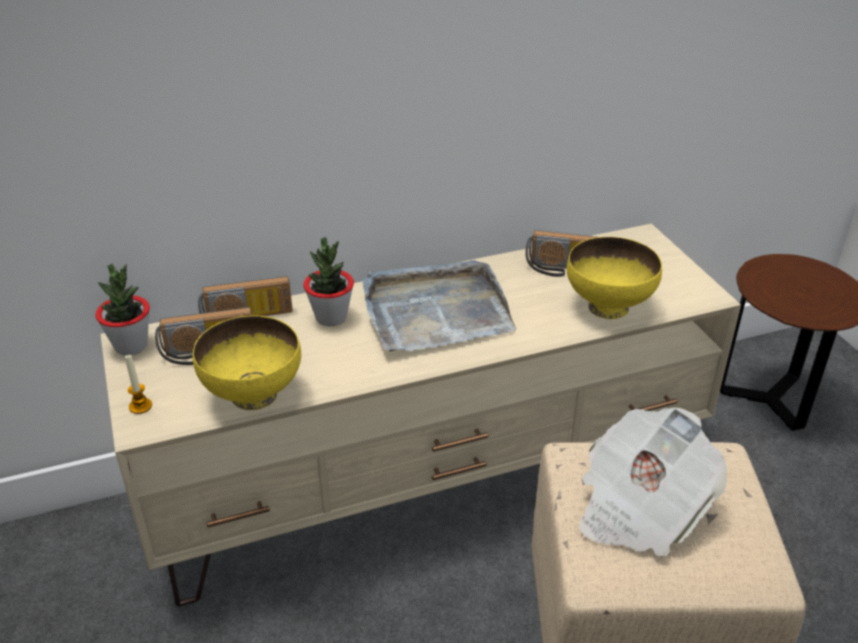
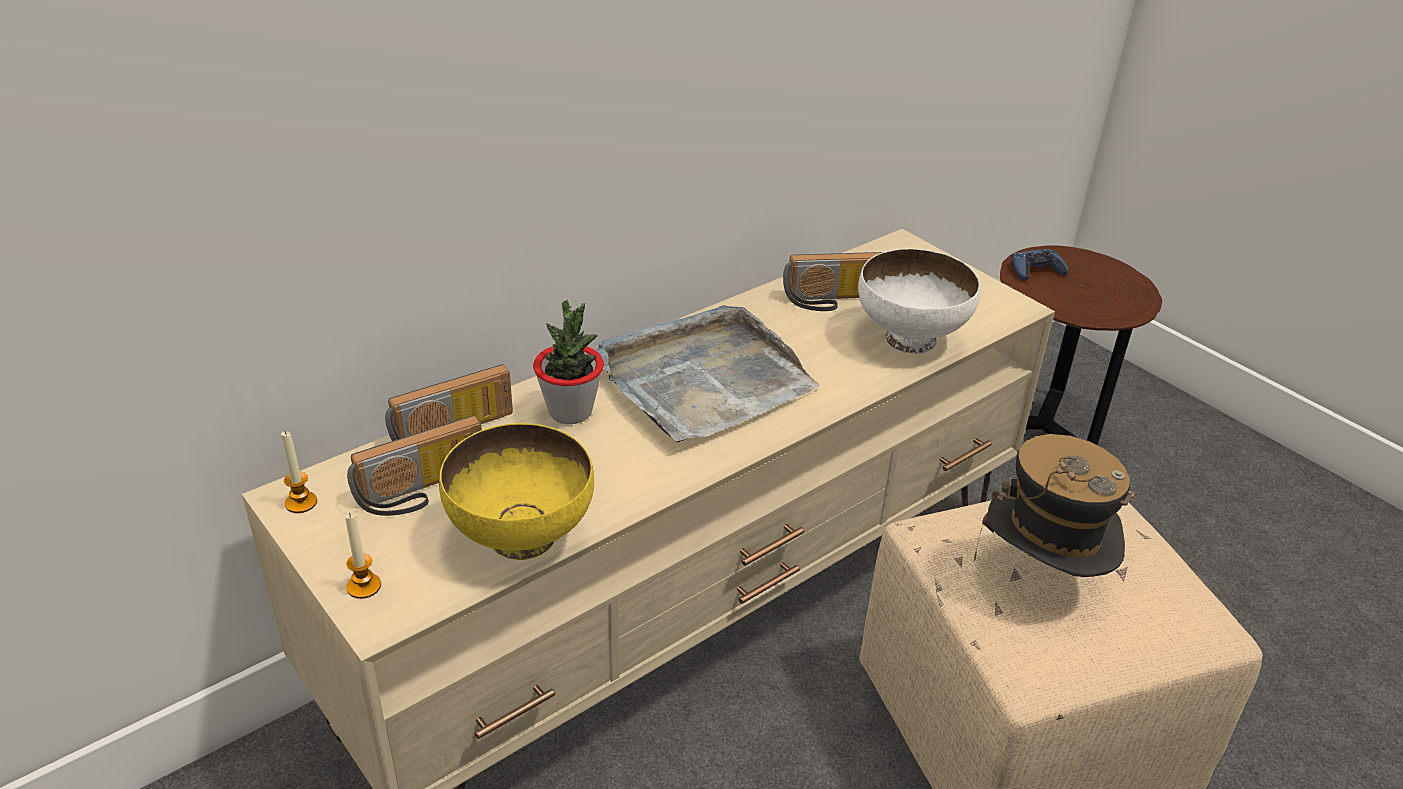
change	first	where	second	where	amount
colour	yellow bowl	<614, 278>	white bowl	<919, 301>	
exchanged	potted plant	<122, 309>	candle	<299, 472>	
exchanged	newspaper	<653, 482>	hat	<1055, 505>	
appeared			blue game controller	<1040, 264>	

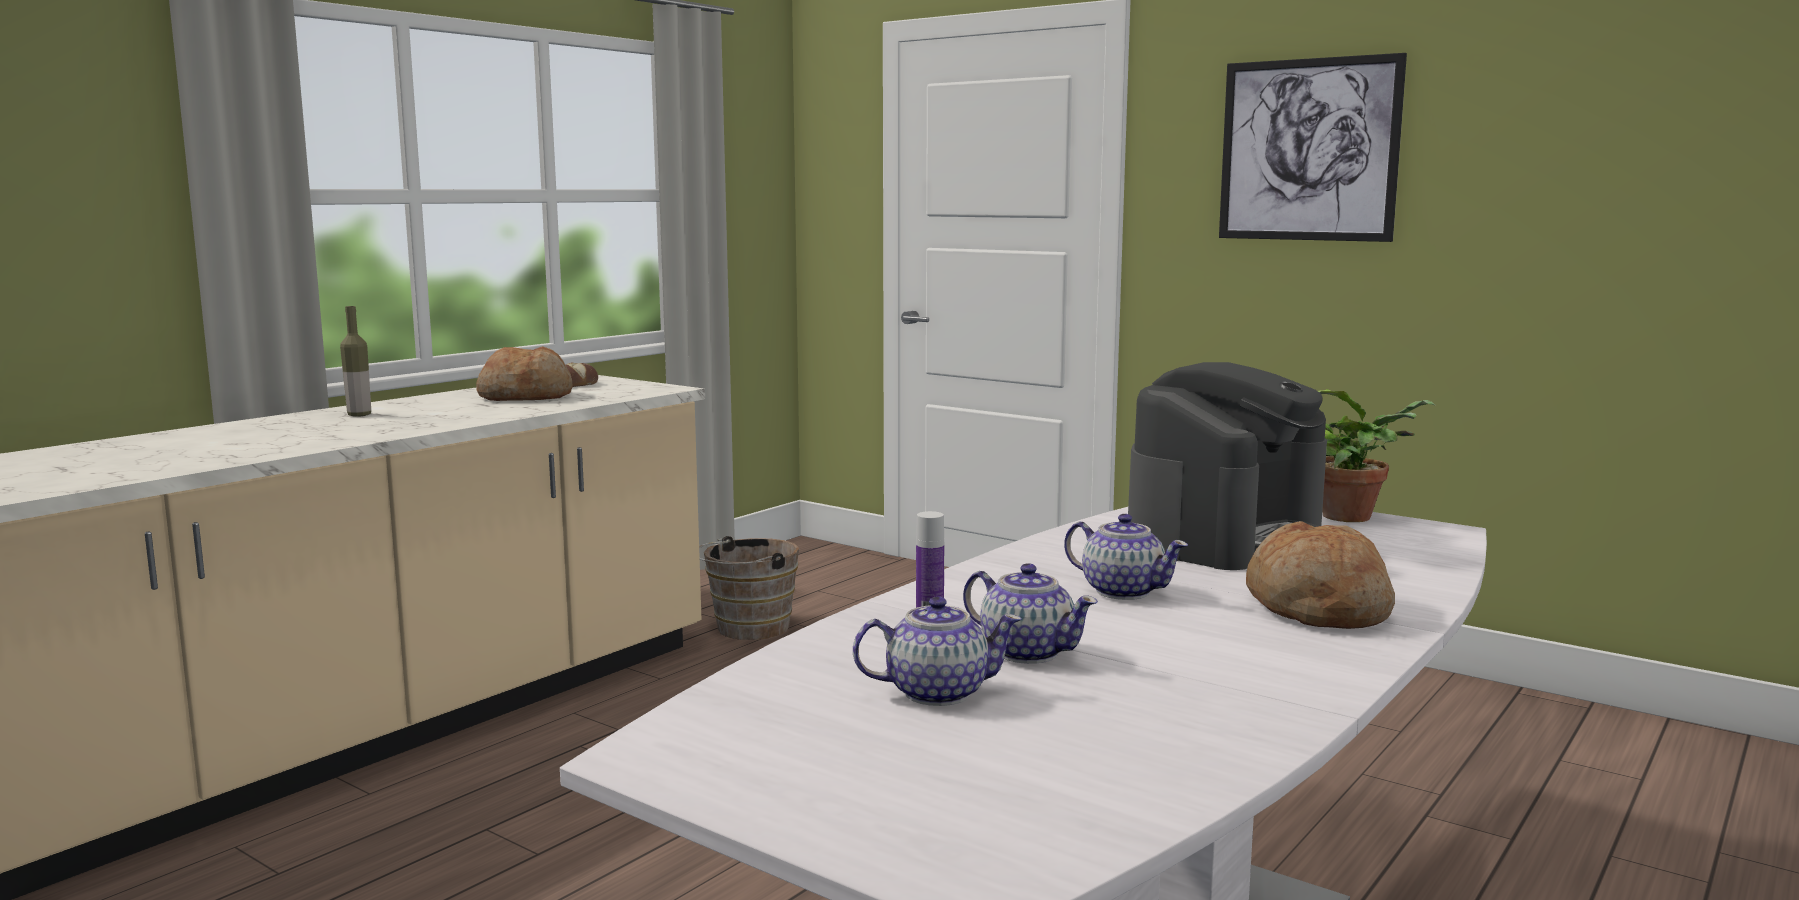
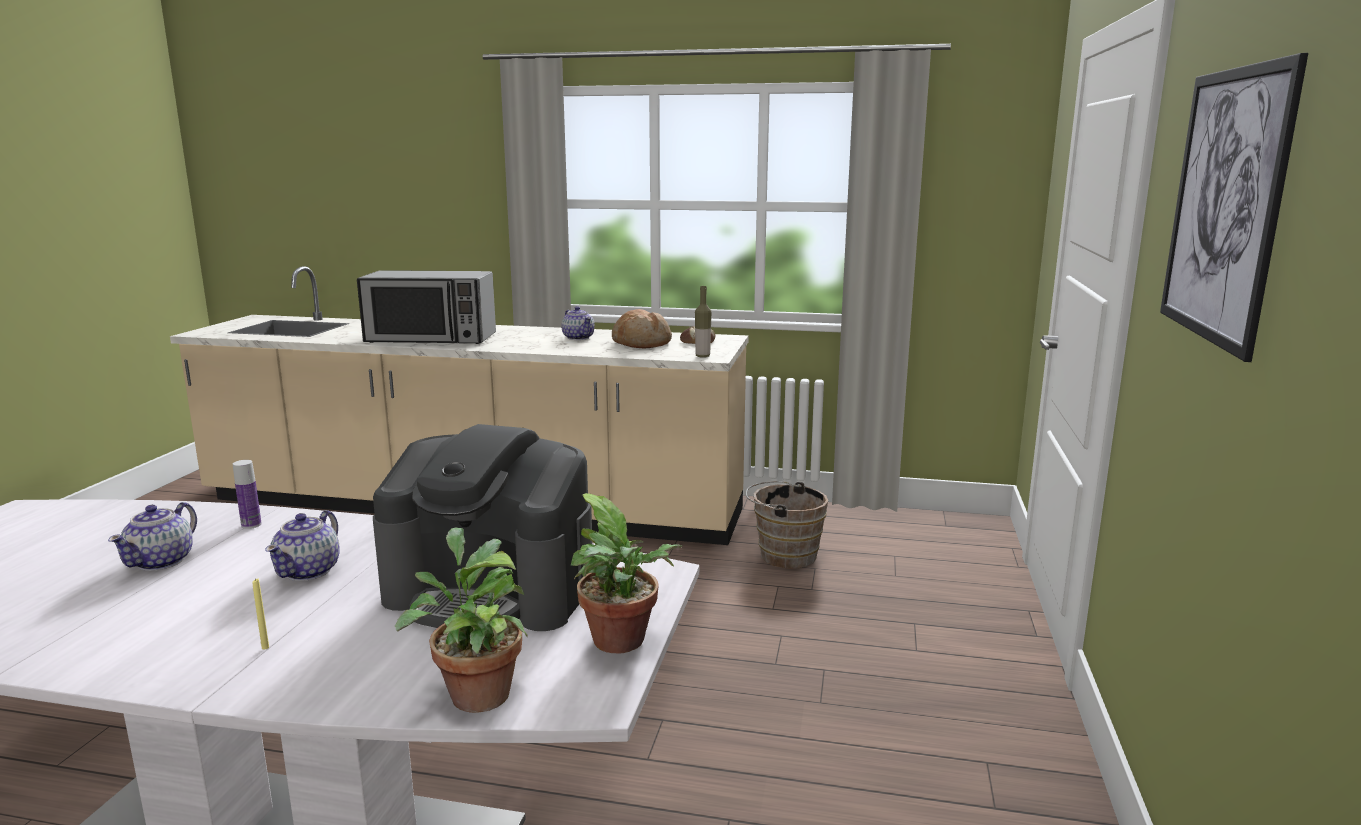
change	first	where	second	where	amount
relocated	bottle	<355, 361>		<703, 322>	
exchanged	bread	<1320, 575>	yellow candle	<260, 614>	
relocated	teapot	<937, 651>		<578, 323>	
appeared			microwave	<426, 307>	
appeared			potted plant	<461, 620>	

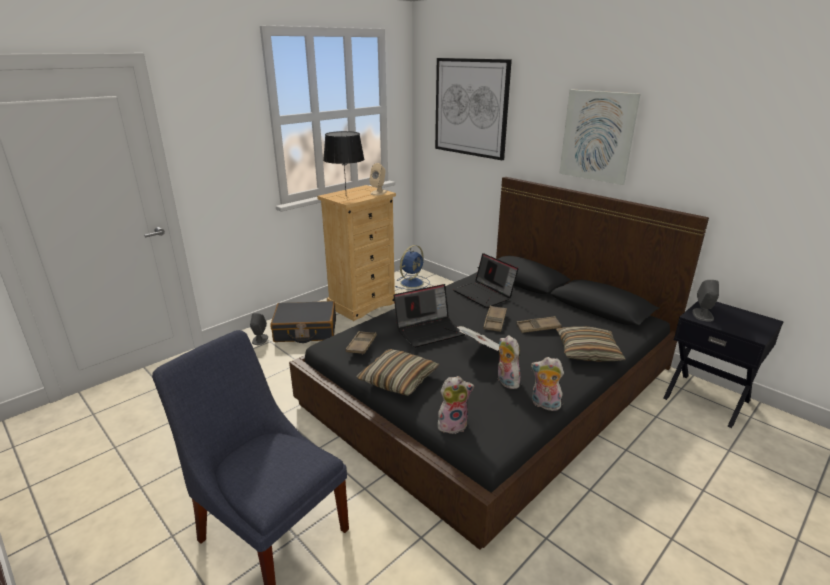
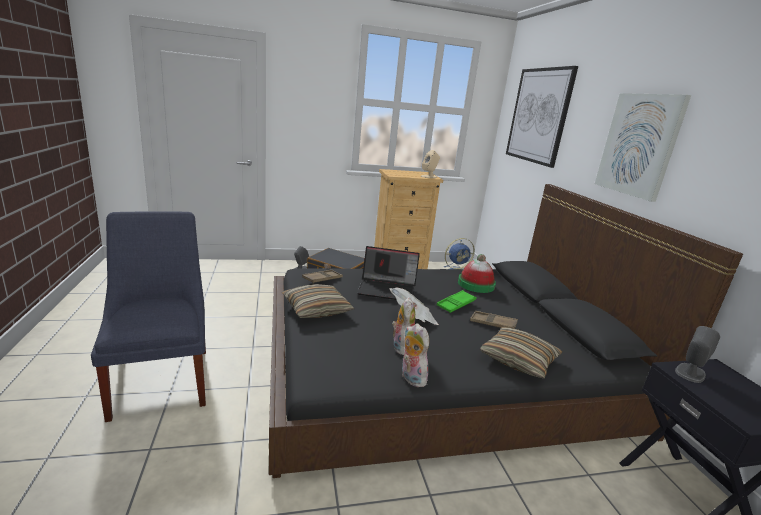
change	first	where	second	where	amount
missing	black table lamp	<344, 160>			
exchanged	laptop	<485, 280>	hat	<477, 273>	
colour	brown tray	<495, 319>	green tray	<457, 301>	
missing	plush toy	<456, 405>			

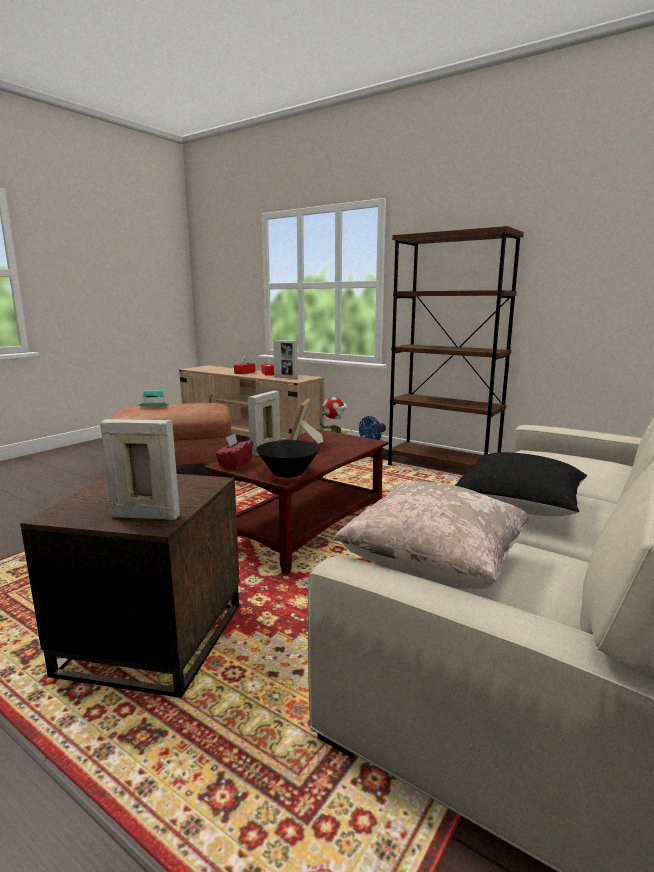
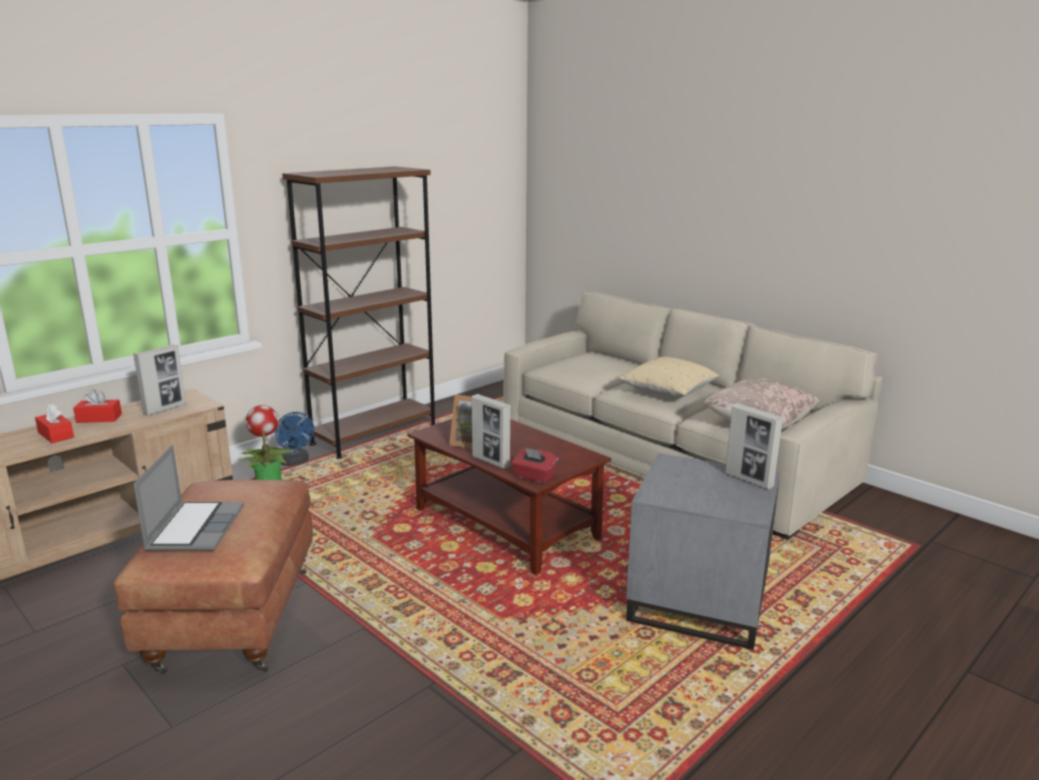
change	first	where	second	where	amount
exchanged	turquoise hat	<154, 398>	laptop	<189, 497>	
spun	picture frame	<140, 469>		<754, 446>	60 degrees counterclockwise
missing	black bowl	<288, 459>			
colour	black pillow	<521, 484>	beige pillow	<669, 377>	
colour	brown side table	<130, 586>	grey side table	<703, 551>	

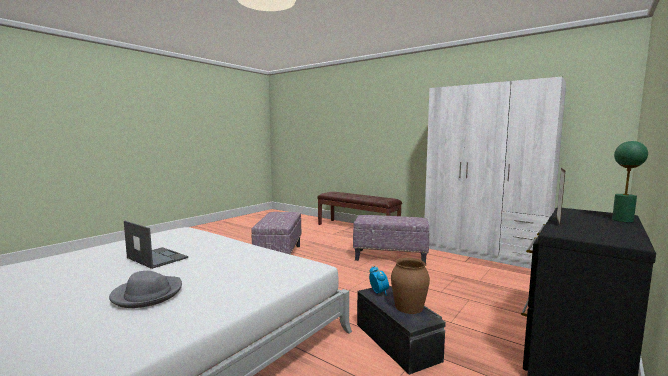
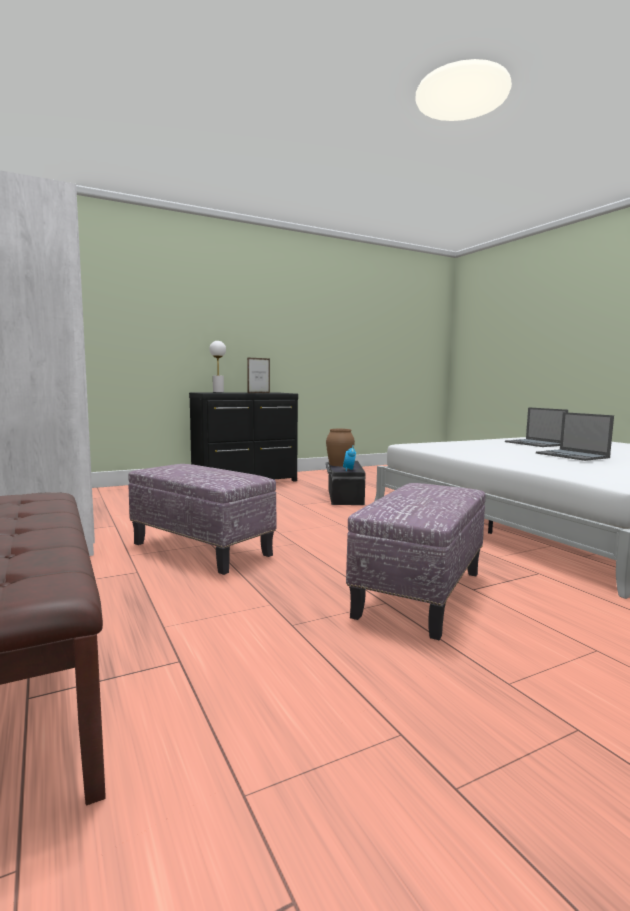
change	first	where	second	where	amount
colour	green table lamp	<630, 182>	white table lamp	<217, 367>	
exchanged	grey hat	<145, 289>	laptop	<536, 427>	

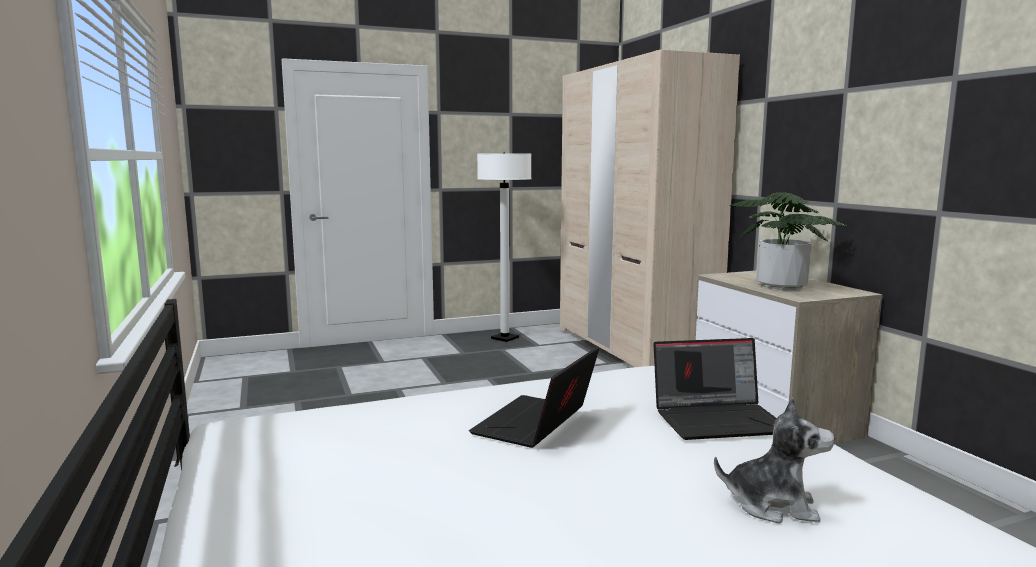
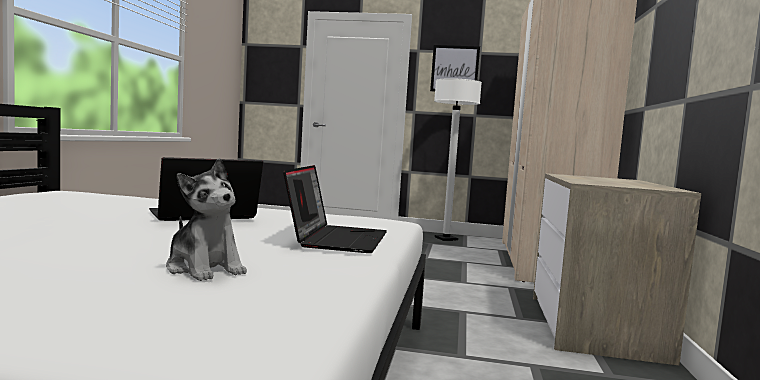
change	first	where	second	where	amount
missing	potted plant	<788, 241>			
spun	laptop	<715, 389>		<335, 209>	105 degrees counterclockwise
appeared			picture	<455, 68>	

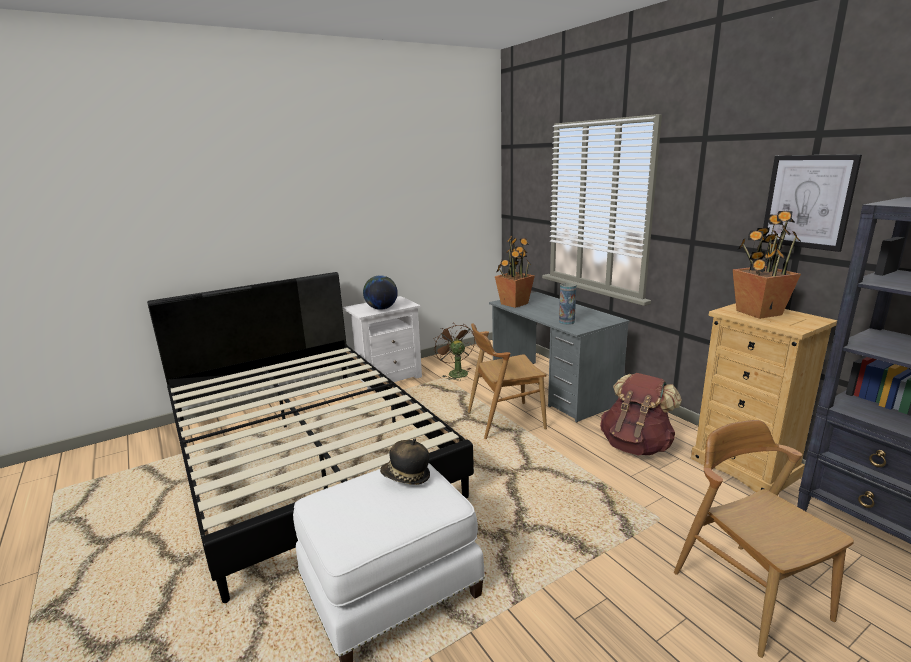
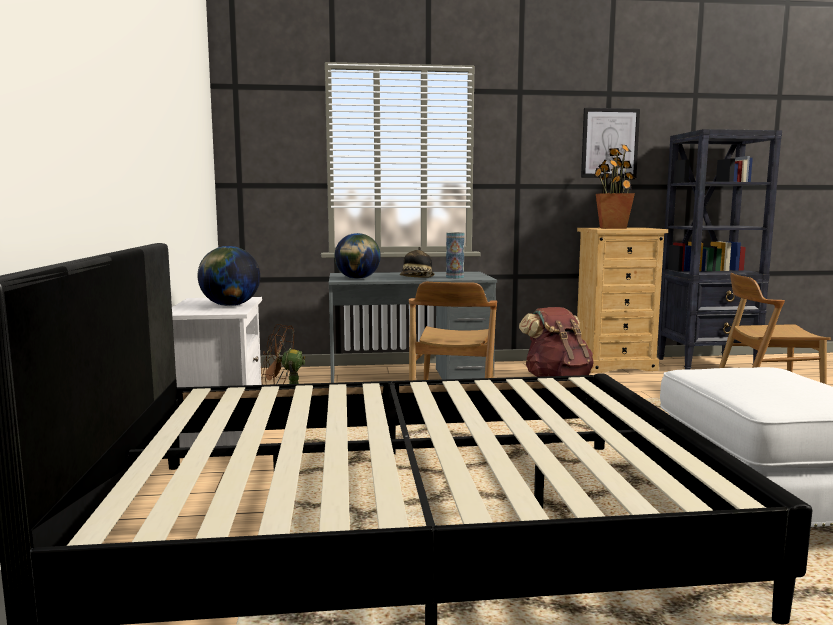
change	first	where	second	where	amount
exchanged	potted plant	<515, 272>	globe	<357, 256>	
relocated	hat	<405, 462>		<417, 262>	

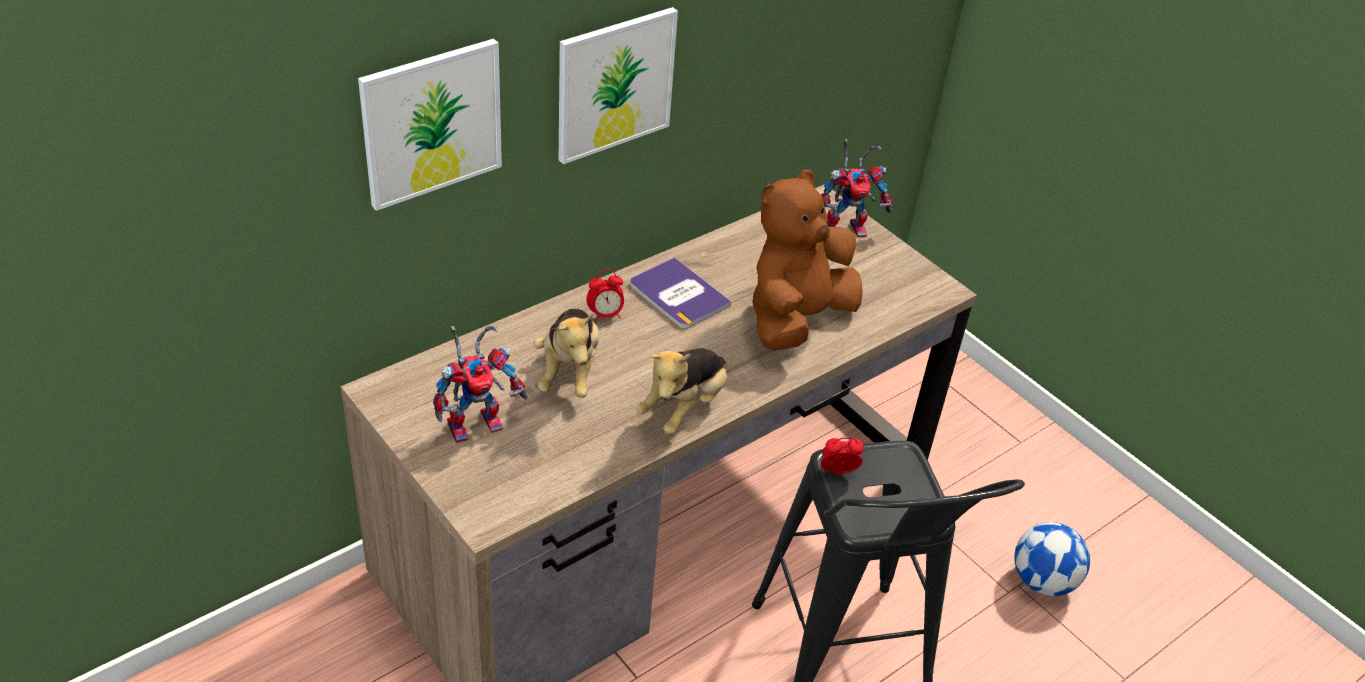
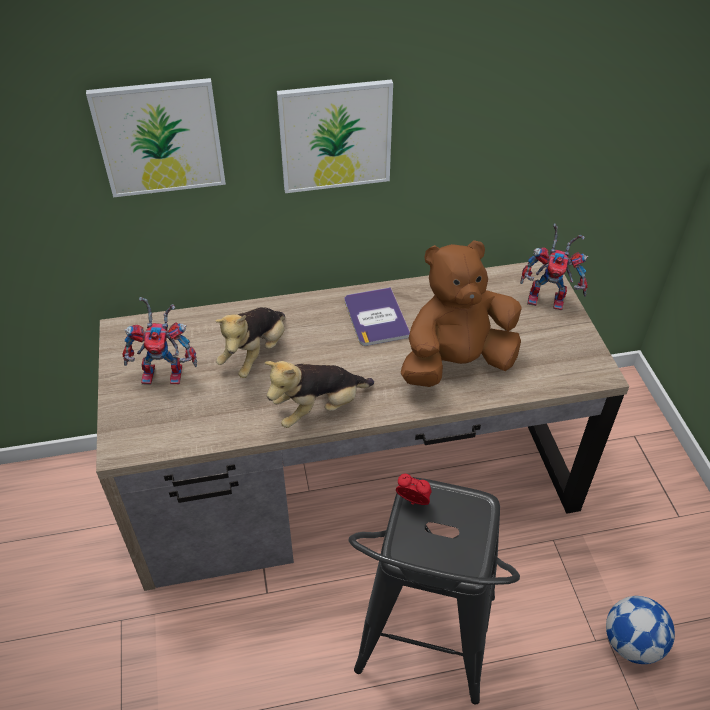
change	first	where	second	where	amount
missing	alarm clock	<605, 295>			

